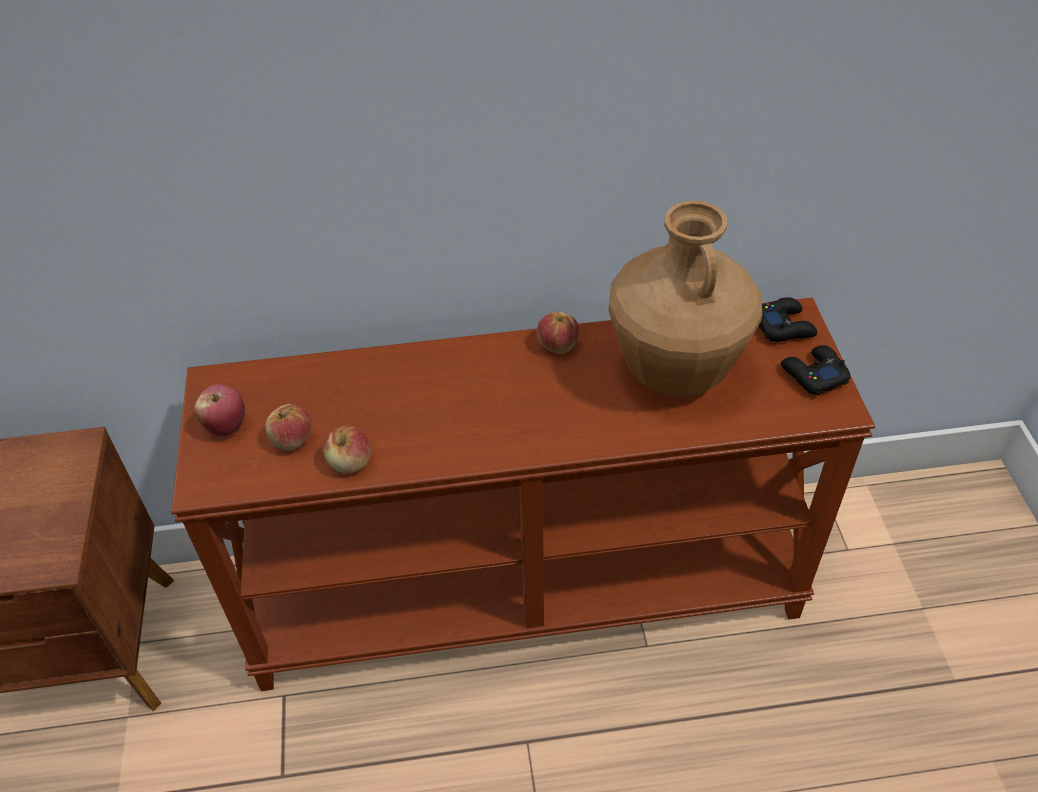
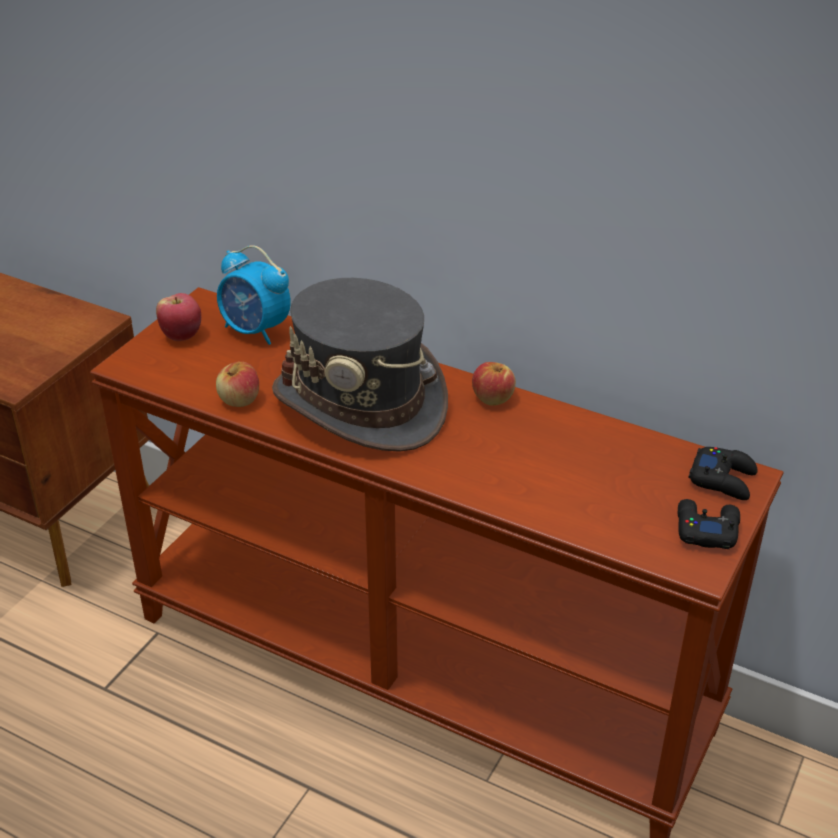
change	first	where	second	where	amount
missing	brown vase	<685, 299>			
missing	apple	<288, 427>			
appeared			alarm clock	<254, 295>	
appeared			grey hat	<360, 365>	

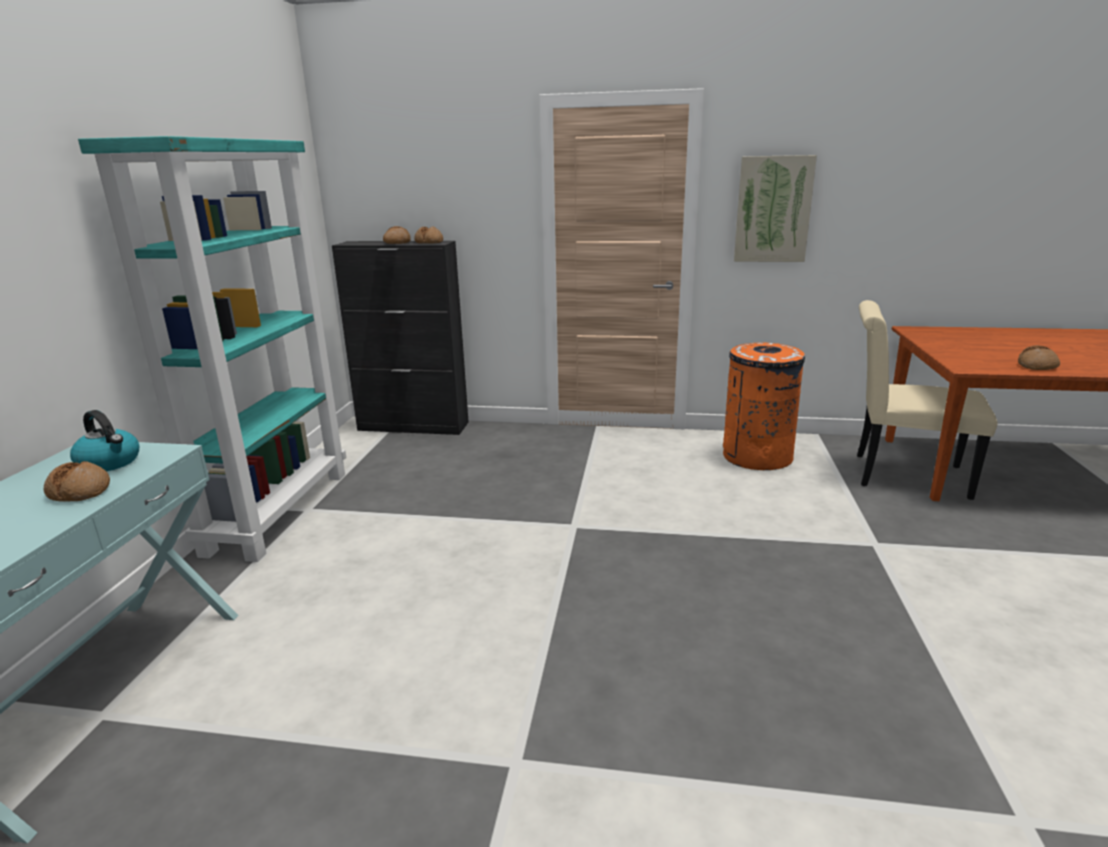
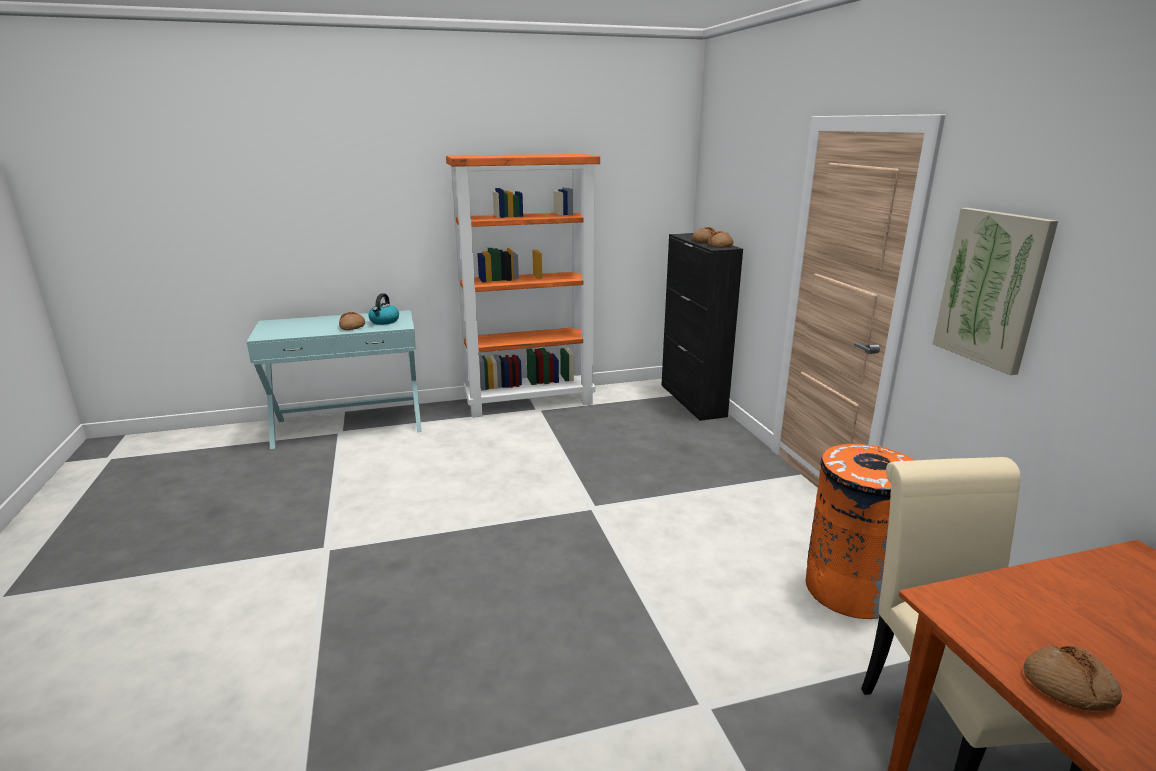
change	first	where	second	where	amount
colour	turquoise bookcase	<212, 349>	orange bookcase	<523, 286>	

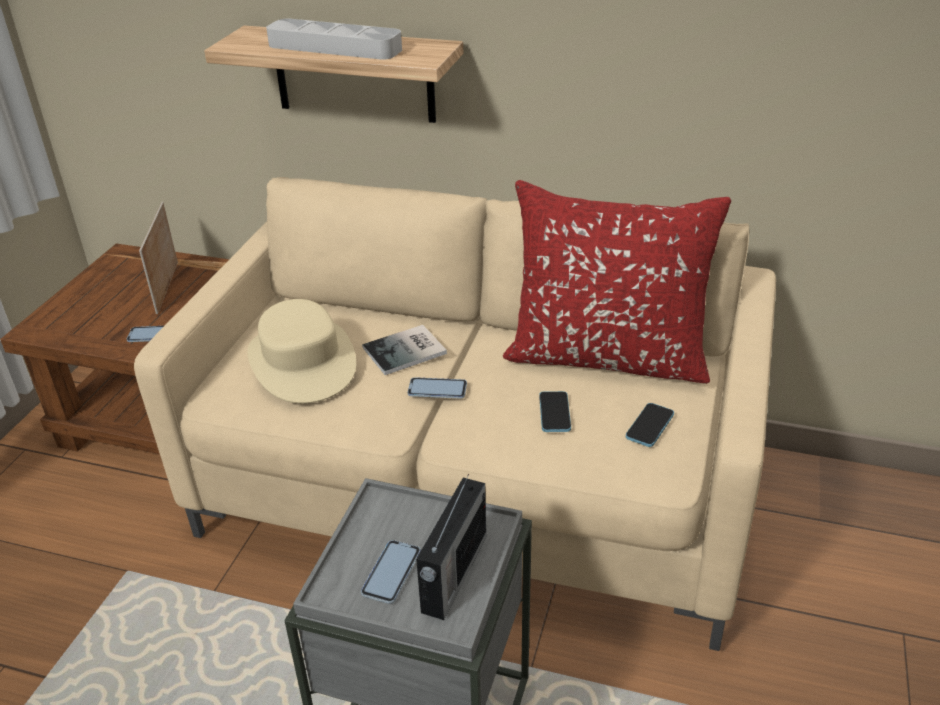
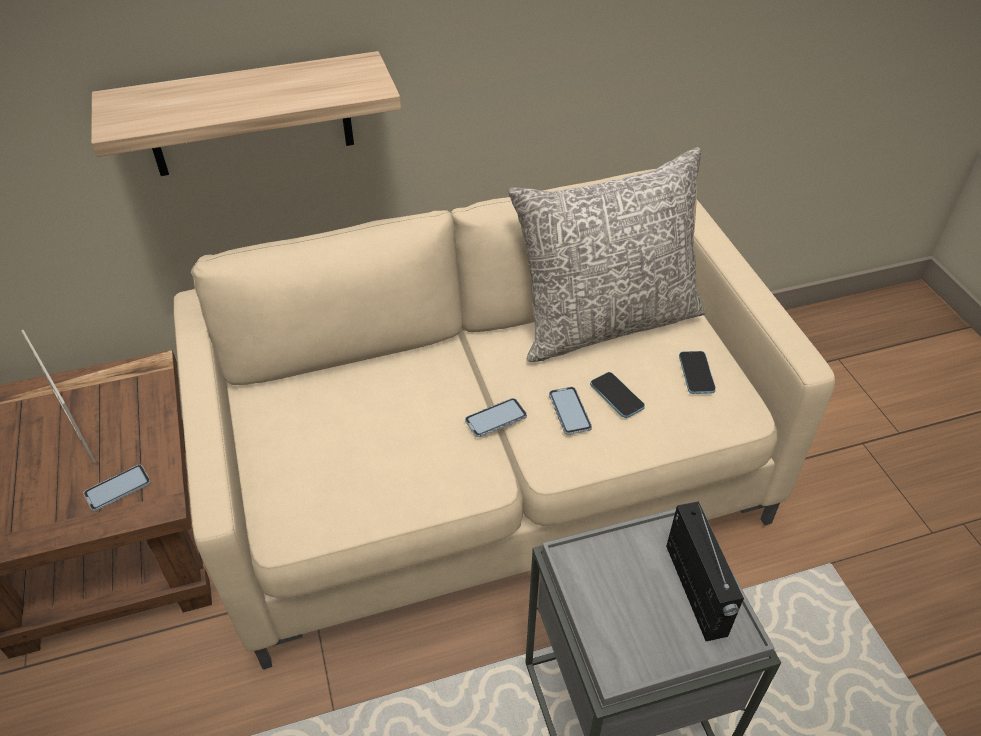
change	first	where	second	where	amount
missing	grey tray	<334, 39>			
colour	red pillow	<617, 282>	grey pillow	<607, 254>	
missing	beige hat	<301, 351>			
missing	book	<404, 350>			
relocated	phone	<391, 572>		<570, 411>	

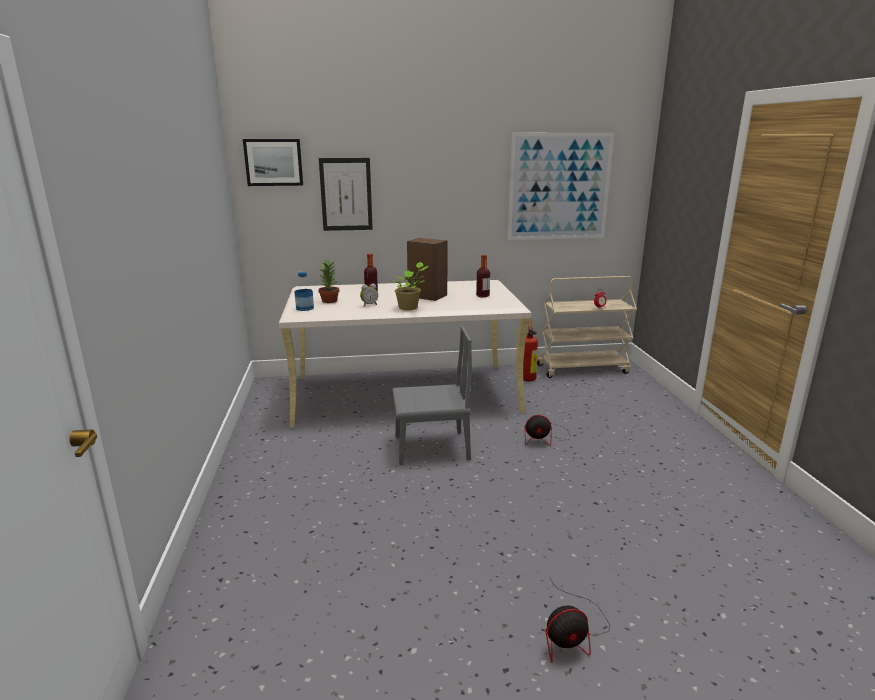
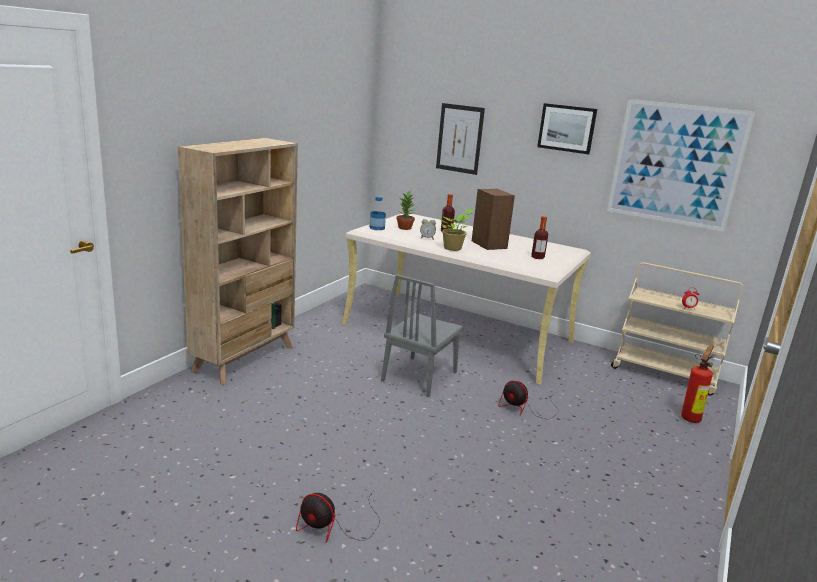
change	first	where	second	where	amount
relocated	picture	<273, 162>		<567, 128>	
relocated	fire extinguisher	<530, 349>		<697, 384>	
spun	grey chair	<432, 395>		<422, 335>	90 degrees clockwise
appeared			beige bookcase	<238, 261>	

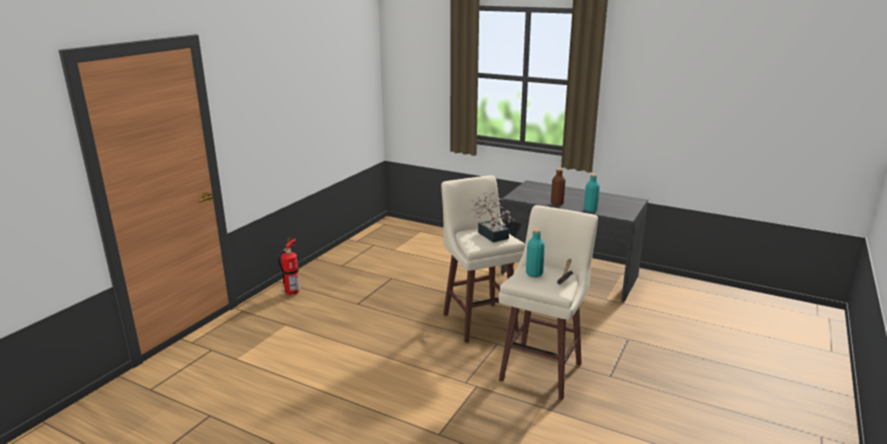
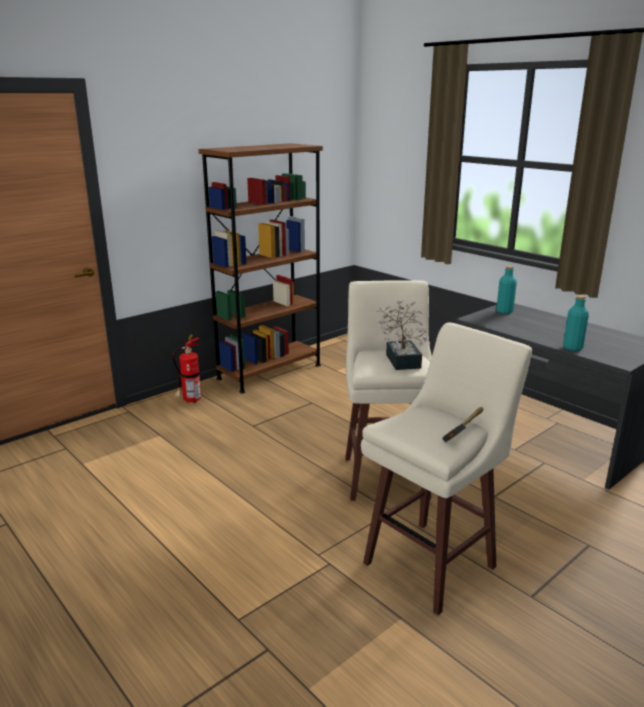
change	first	where	second	where	amount
missing	brown bottle	<558, 187>			
relocated	turquoise bottle	<535, 253>		<506, 290>	
appeared			brown bookcase	<261, 268>	

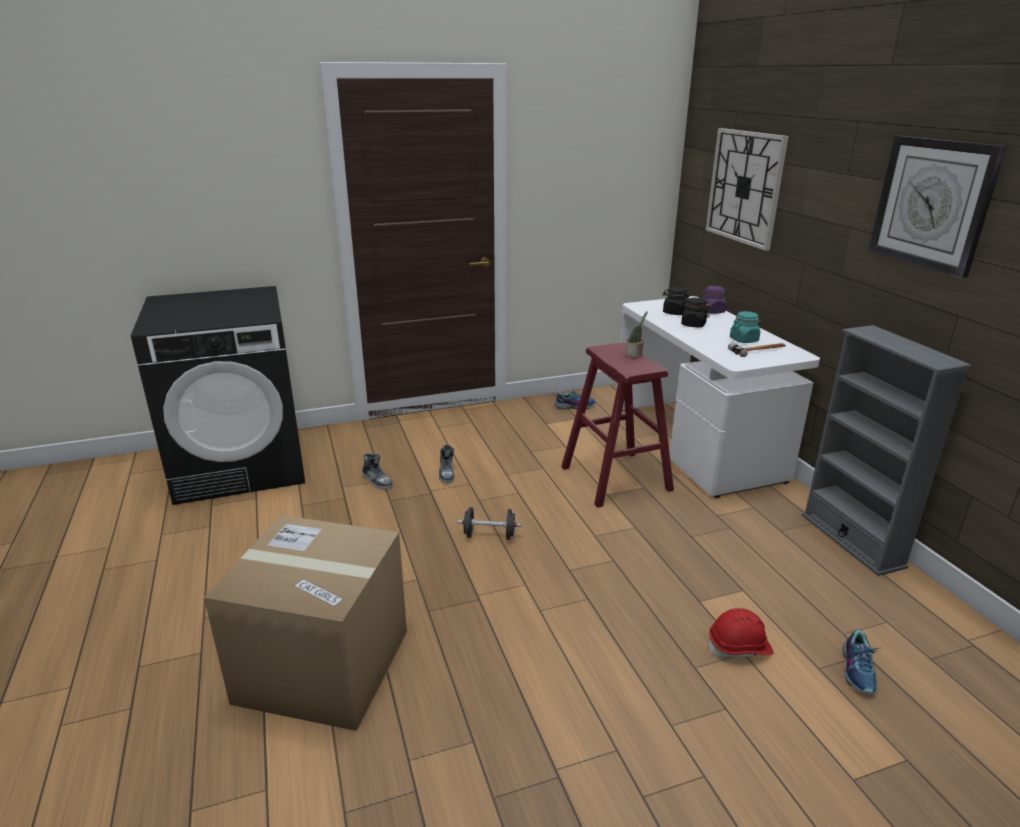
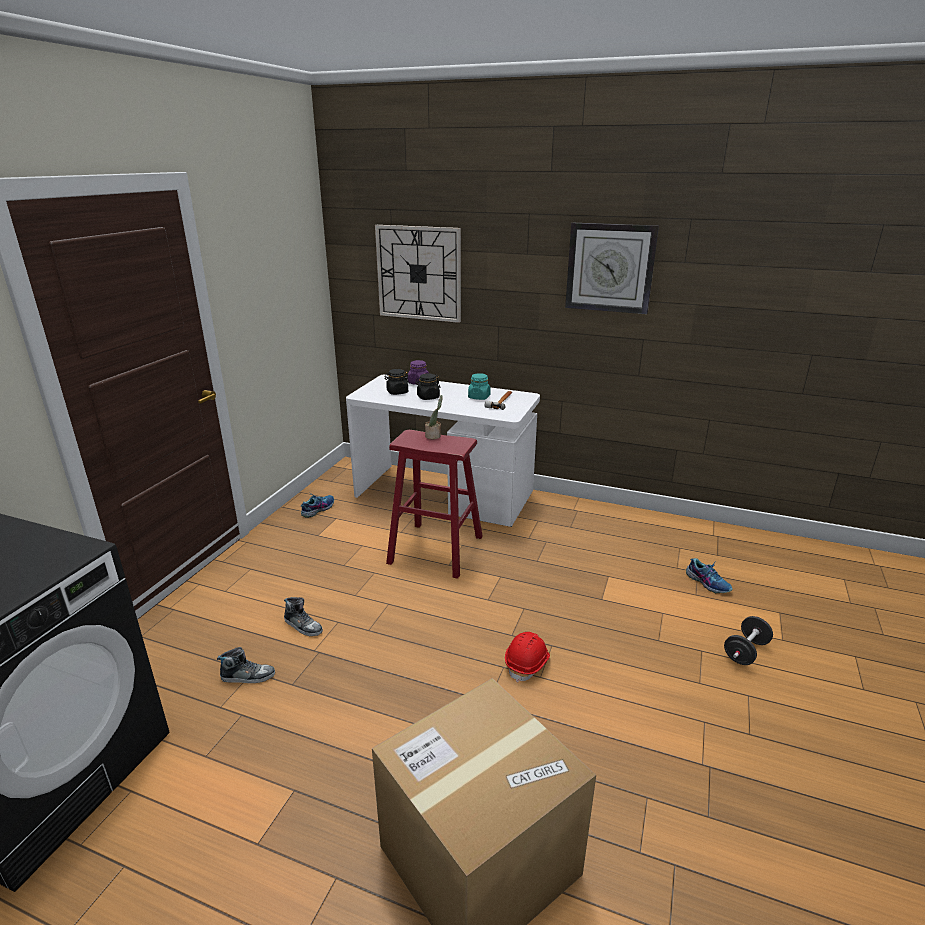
change	first	where	second	where	amount
missing	grey bookcase	<886, 450>			
relocated	black dumbbell	<489, 523>		<748, 640>	
relocated	red hard hat	<740, 633>		<527, 657>	

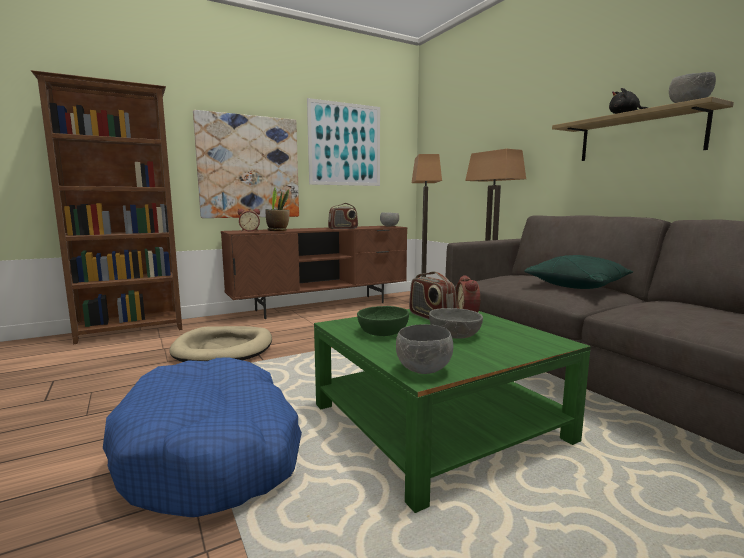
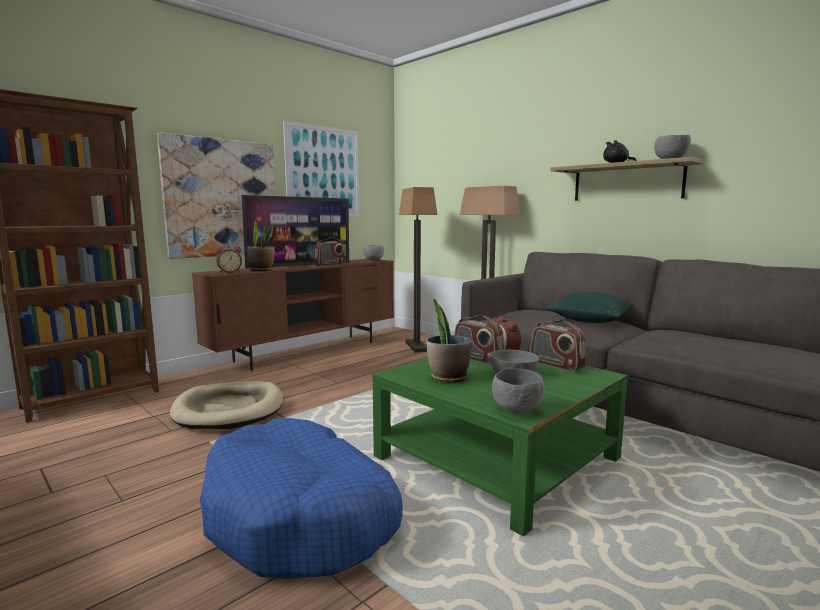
change	first	where	second	where	amount
exchanged	green bowl	<383, 321>	potted plant	<449, 341>	
appeared			television	<295, 231>	
appeared			radio	<558, 345>	

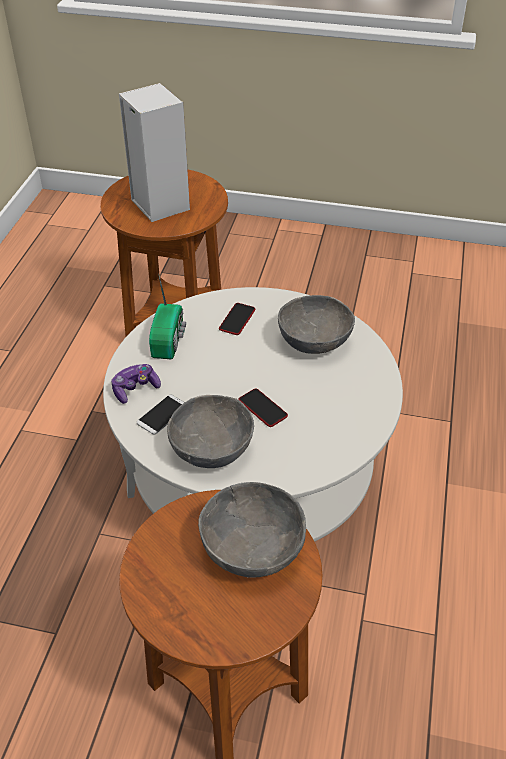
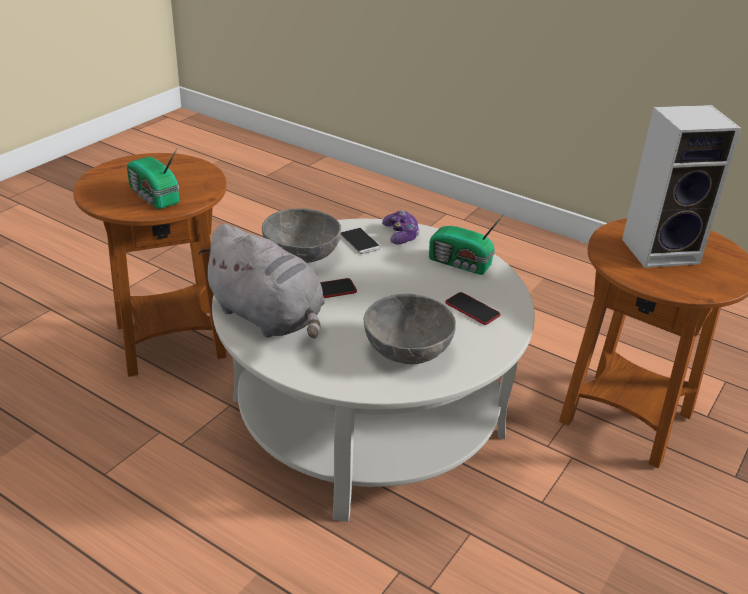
change	first	where	second	where	amount
exchanged	grey bowl	<252, 530>	radio	<153, 178>	
appeared			grey plush toy	<261, 281>	

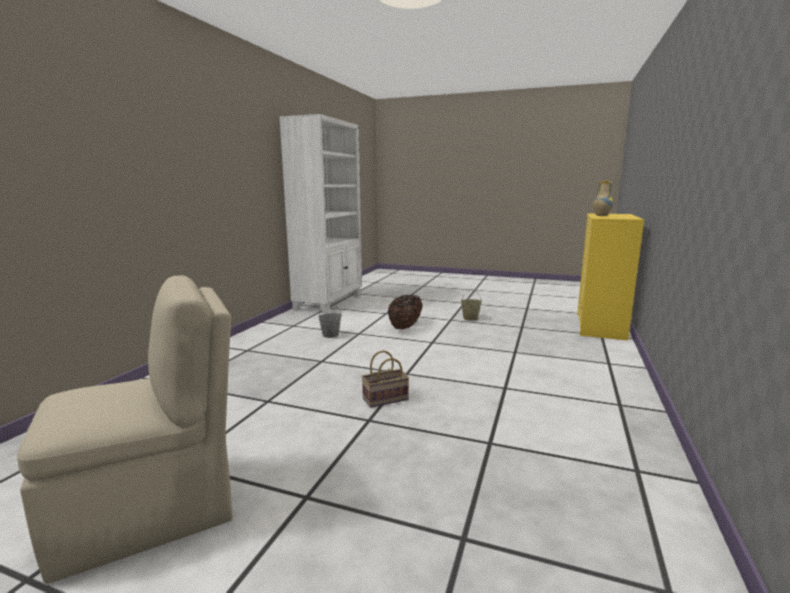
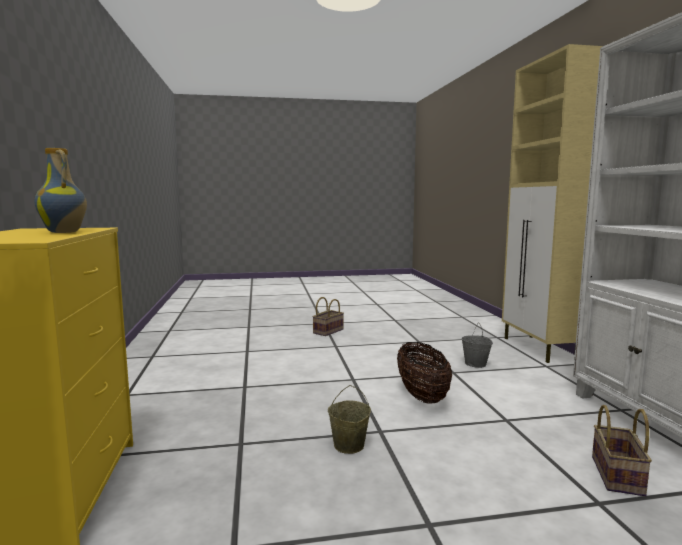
change	first	where	second	where	amount
missing	beige chair	<125, 430>			
appeared			beige cabinet	<552, 203>	
appeared			basket	<622, 450>	

